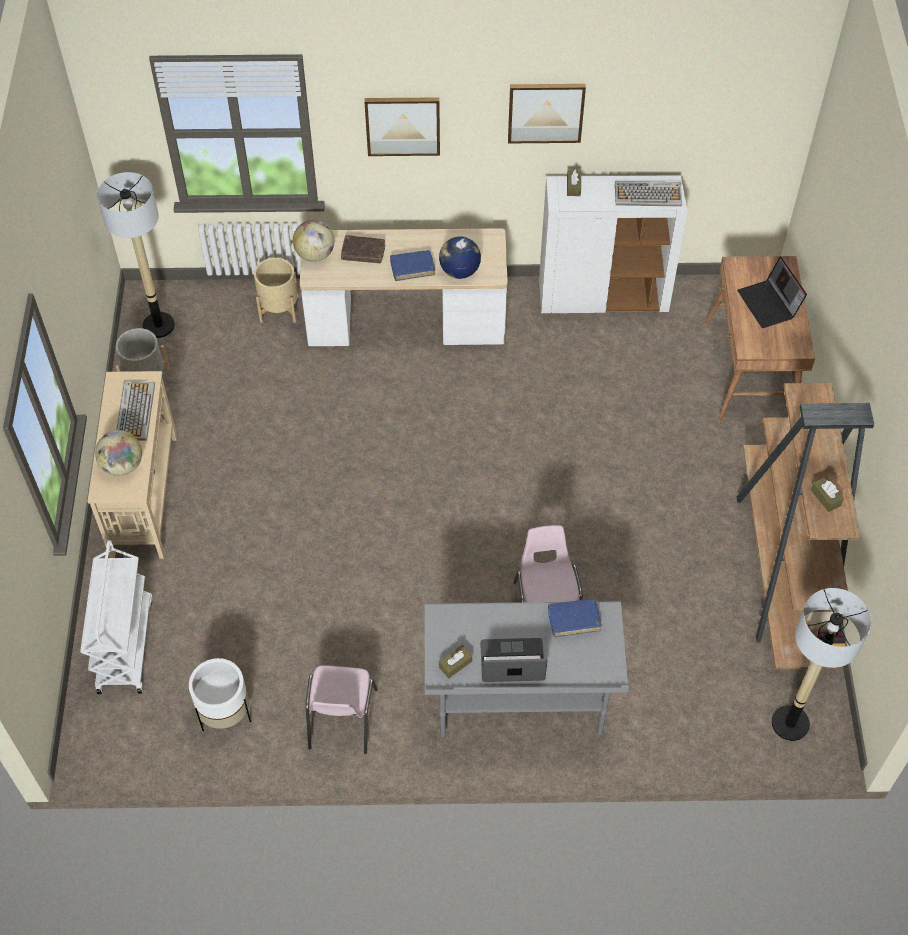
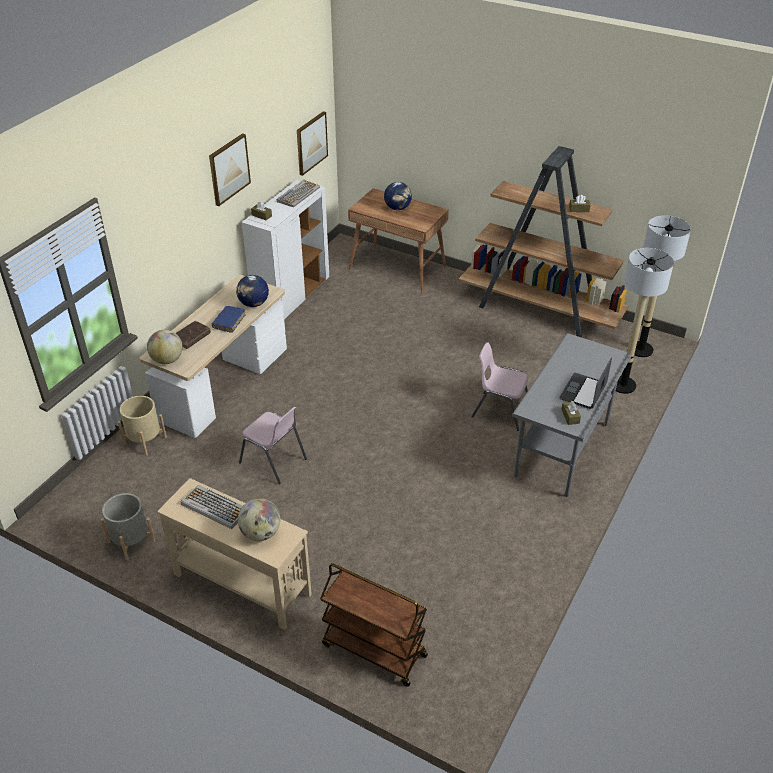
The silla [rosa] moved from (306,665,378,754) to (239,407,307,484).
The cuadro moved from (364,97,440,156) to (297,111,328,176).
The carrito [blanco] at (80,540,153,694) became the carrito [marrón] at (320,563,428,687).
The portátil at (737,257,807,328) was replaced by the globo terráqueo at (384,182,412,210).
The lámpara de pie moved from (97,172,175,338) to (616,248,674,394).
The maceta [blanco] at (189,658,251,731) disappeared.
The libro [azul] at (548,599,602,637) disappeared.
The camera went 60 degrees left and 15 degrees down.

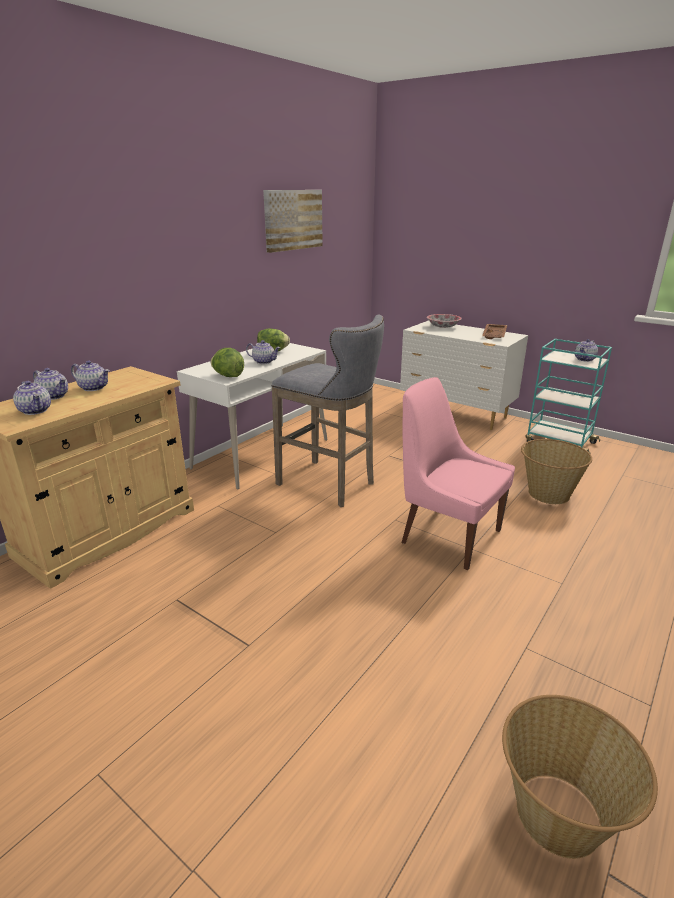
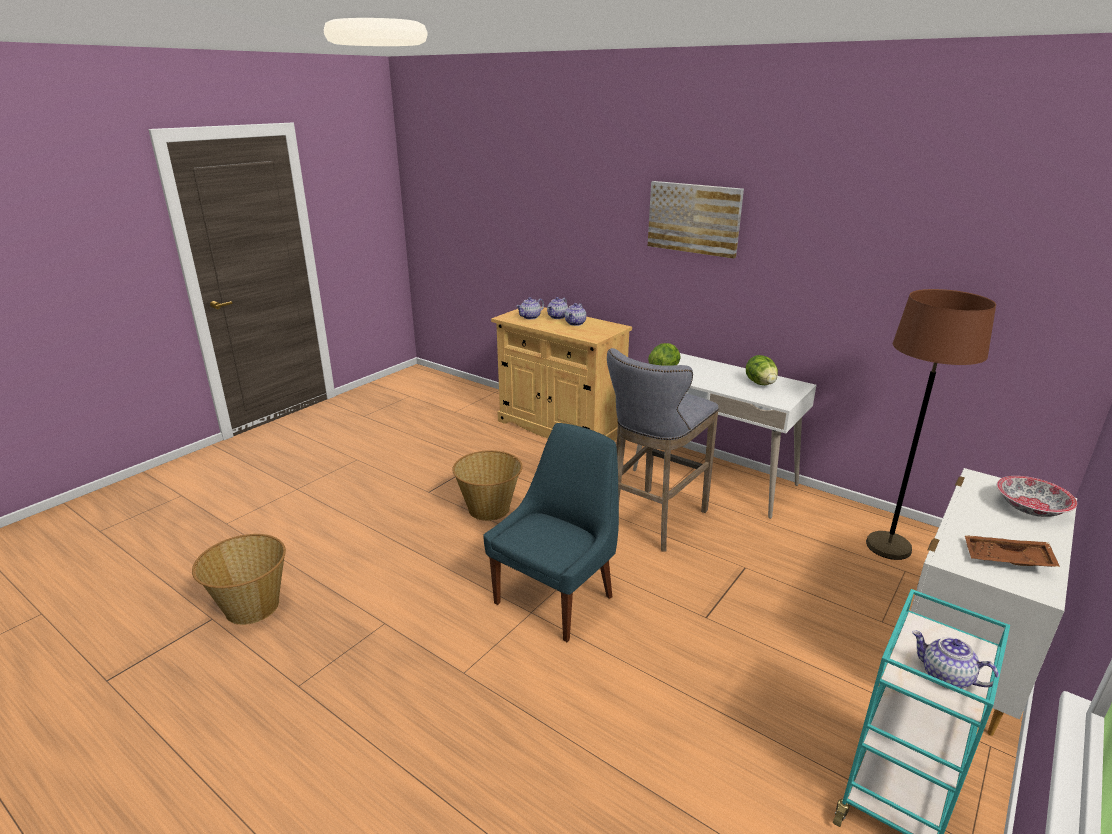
The cesta moved from (521,439,592,504) to (452,450,523,521).
The silla [rosa] at (402,377,515,570) became the silla [azul] at (483,423,619,642).
The cuadro moved from (263,190,323,253) to (648,181,744,259).
The lámpara de pie [marrón] at (866,289,996,560) appeared.
The tetera at (246,340,280,364) disappeared.
The camera went 90 degrees right and 0 degrees up.

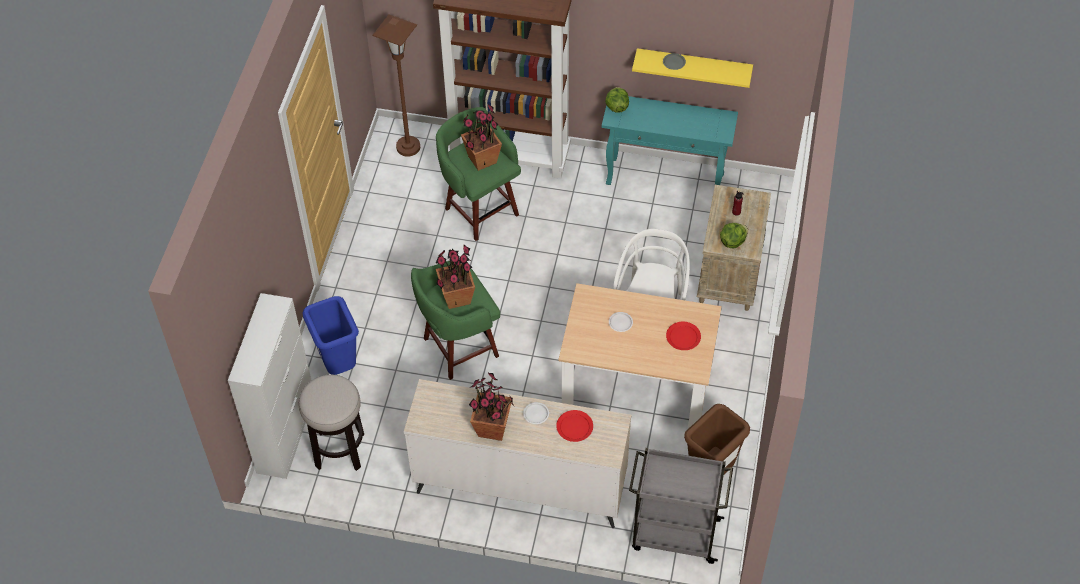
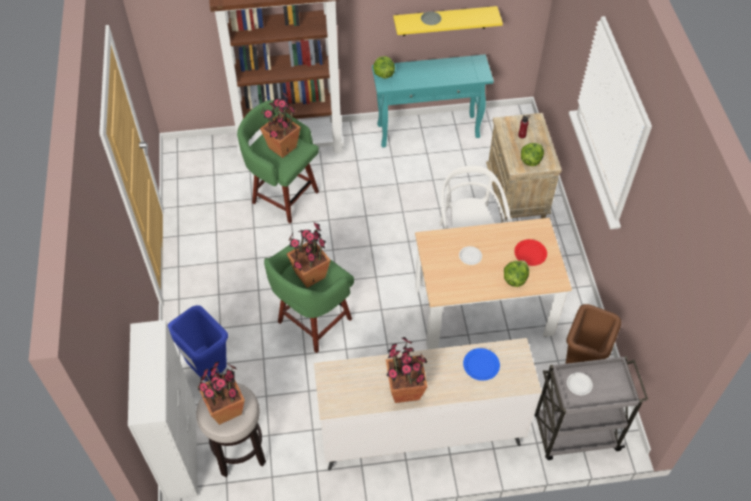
The planta en maceta at (197,362,245,425) appeared.
The plato [rojo] at (556,410,593,442) became the plato [azul] at (463,348,500,381).
The lechuga at (504,260,529,287) appeared.
The plato [blanco] moved from (523,402,549,424) to (567,372,593,395).
The lámpara de pie [marrón] at (372,14,420,157) disappeared.
The camera went 20 degrees left and 0 degrees up.

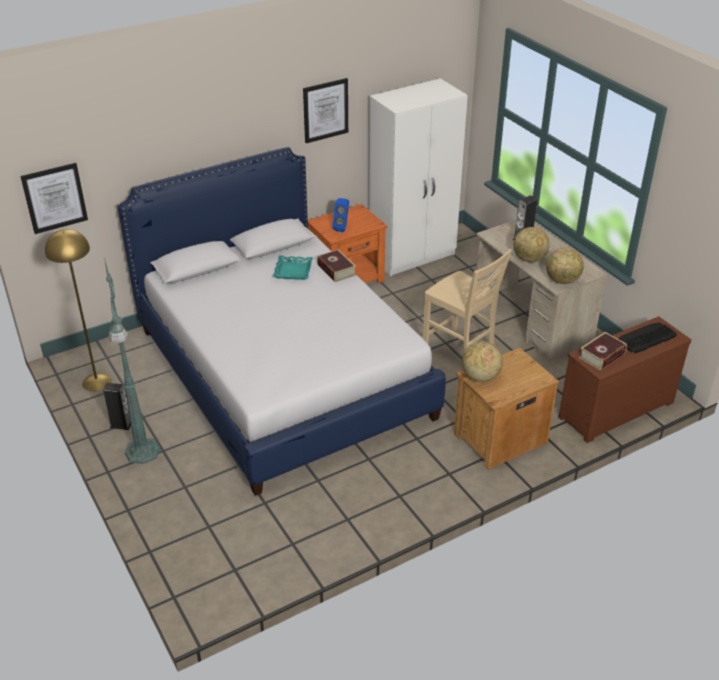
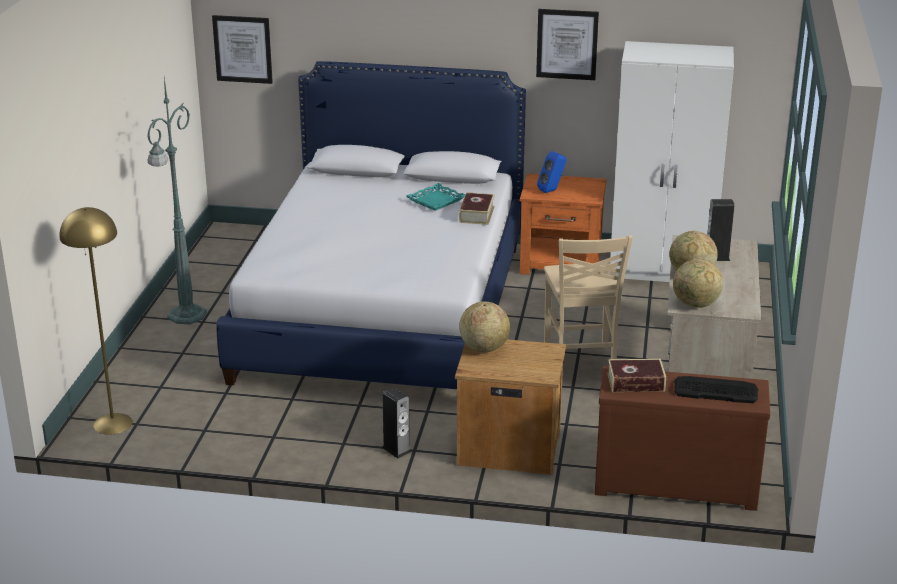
The lámpara de pie [amarillo] moved from (45,229,112,392) to (59,207,133,435).
The altavoz moved from (103,383,131,430) to (382,387,411,458).
The camera went 40 degrees right and 10 degrees down.

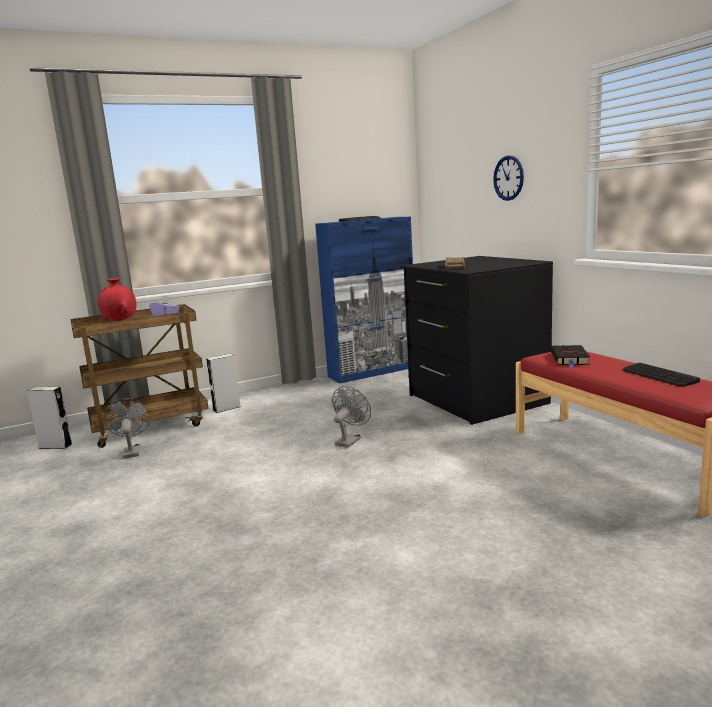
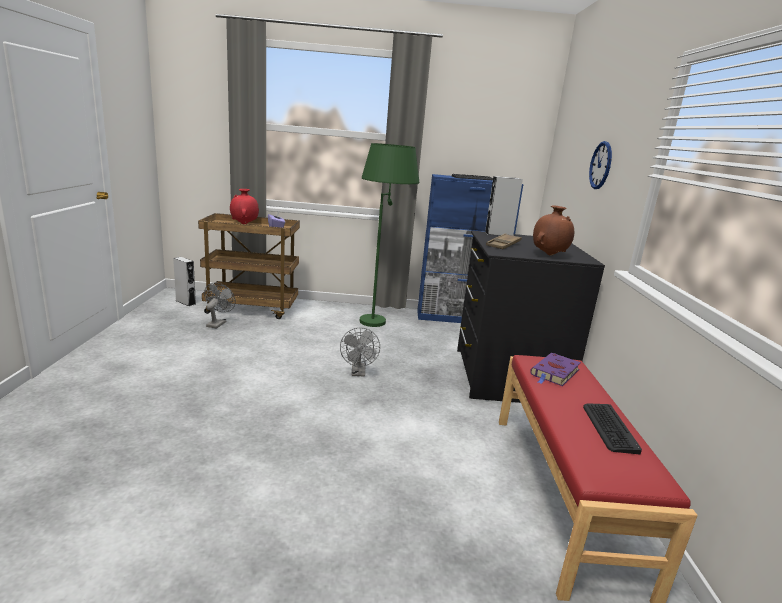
The ventilador [gris] at (332,386,371,448) turned 120 degrees clockwise.
The lámpara de pie [verde] at (360,143,419,327) appeared.
The altavoz [gris] moved from (206,354,241,413) to (485,176,523,236).
The libro [negro] at (550,345,590,368) became the libro [morado] at (530,353,581,386).
The florero [marrón] at (533,205,574,256) appeared.
The camera went 25 degrees right and 5 degrees up.

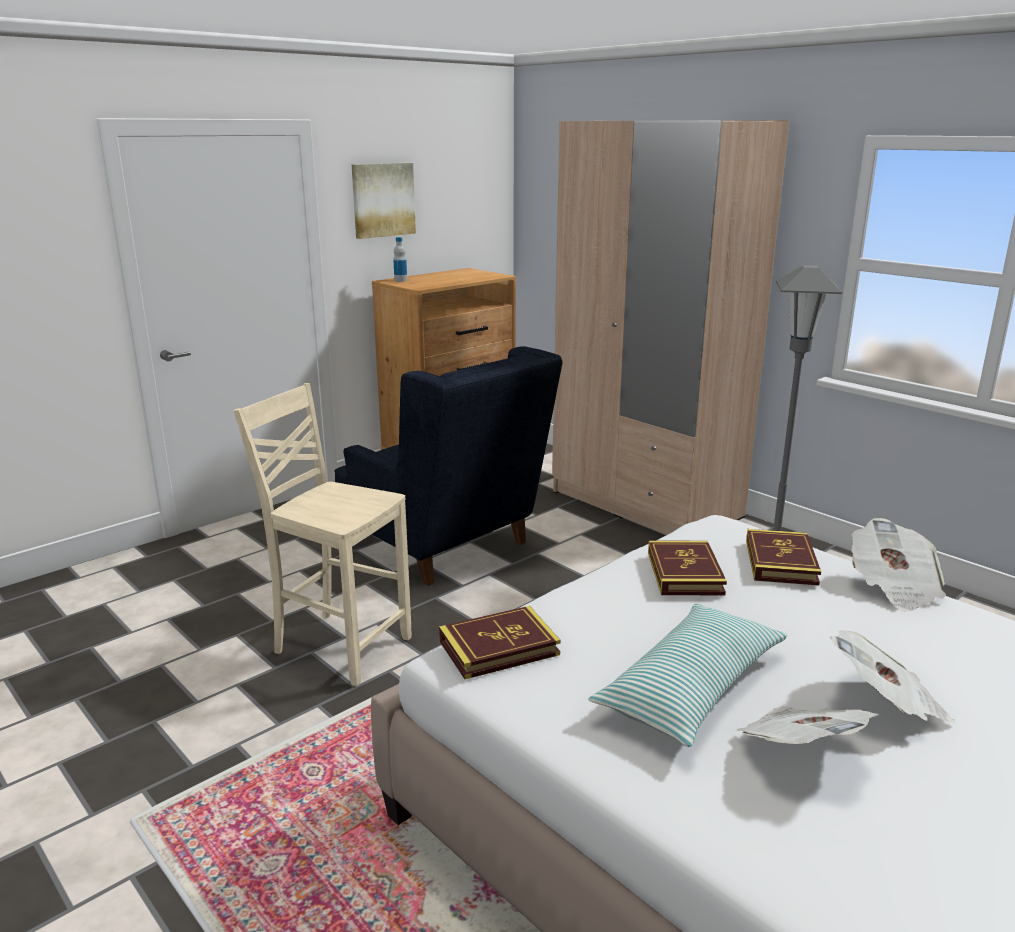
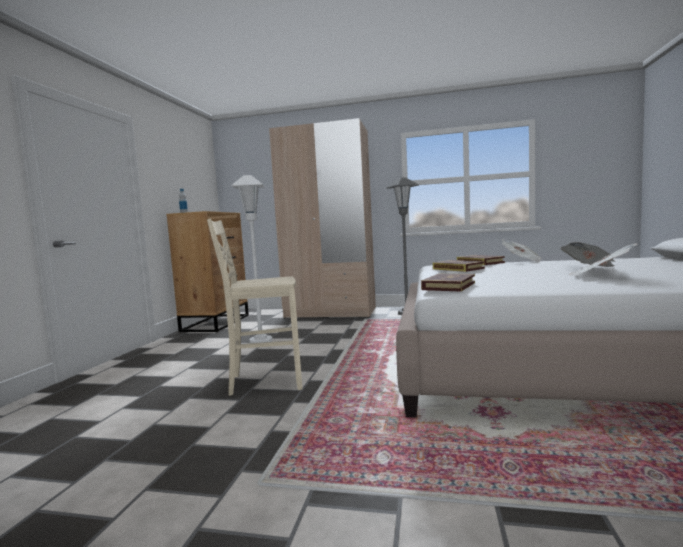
The sillón [azul] at (334,346,562,585) was replaced by the lámpara de pie [blanco] at (231,175,272,343).
The cuadro at (352,163,416,239) disappeared.
The cojín at (588,603,787,747) disappeared.
The camera went 35 degrees left and 15 degrees down.

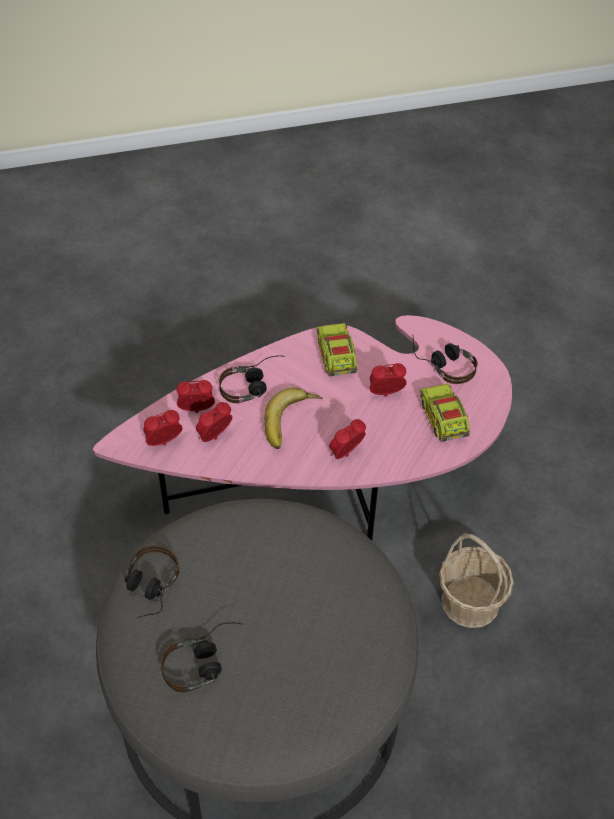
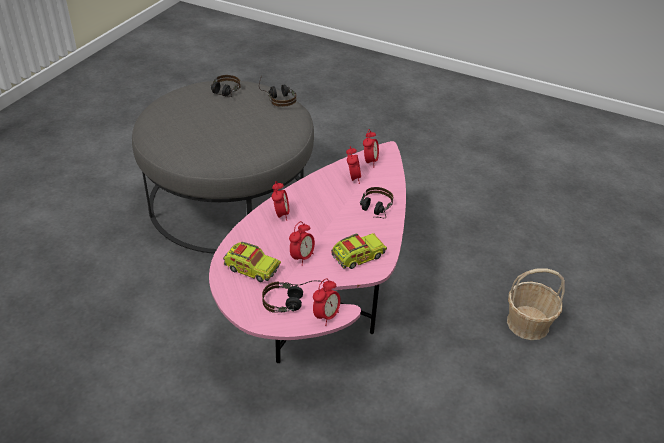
The despertador moved from (177,380,215,413) to (313,278,341,326).
The camión de juguete at (317,323,358,376) turned 60 degrees counterclockwise.
The cesta moved from (439,533,514,628) to (507,268,565,340).
The plátano at (264,387,323,449) disappeared.
The camera went 130 degrees right and 10 degrees down.

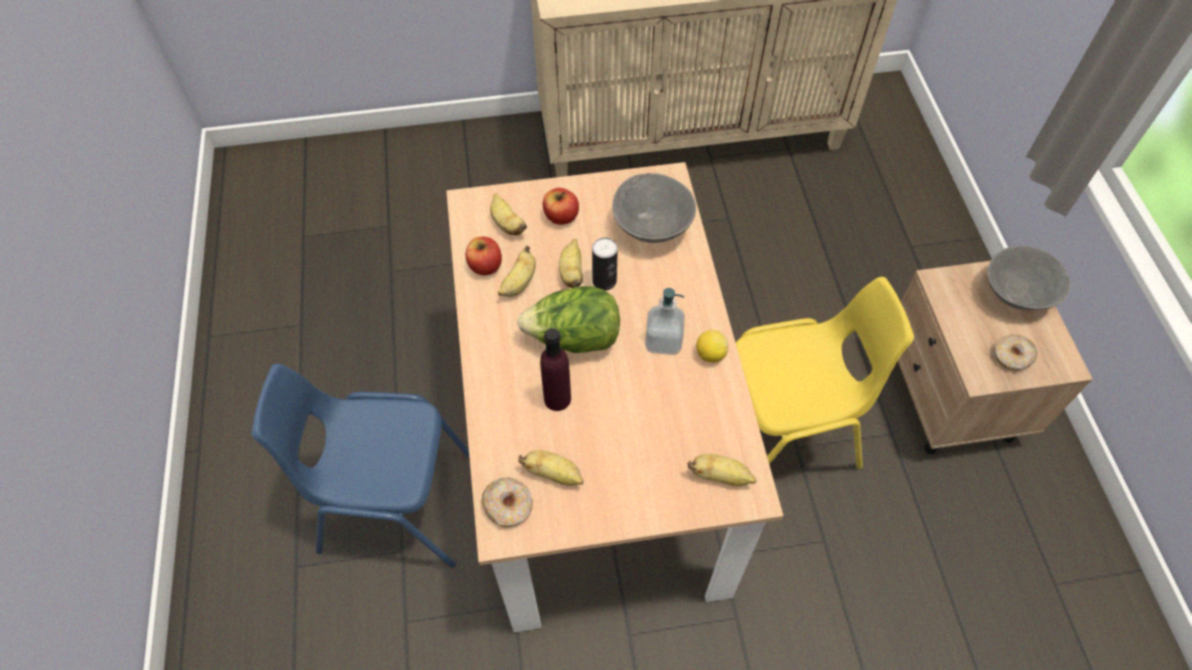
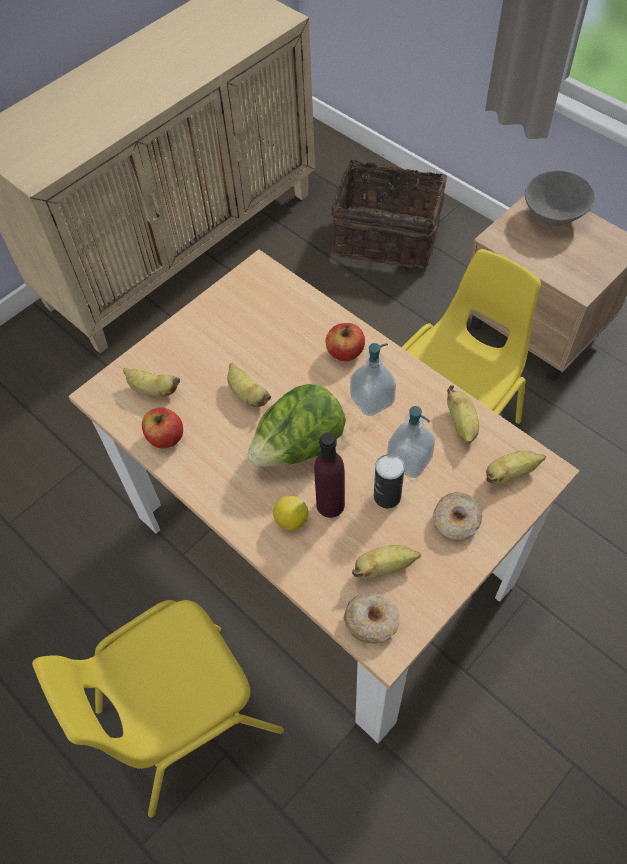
The silla [azul] at (252,364,469,568) became the silla [amarillo] at (32,600,284,818).
The limón moved from (696,330,728,362) to (273,495,309,531).
The manzana moved from (542,188,579,225) to (326,323,365,361).
The cesta at (331,150,447,269) appeared.
The lata moved from (592,238,618,290) to (374,454,405,508).
The dispensador de jabón at (387,406,436,478) appeared.
The rosquilla moved from (994,334,1037,370) to (432,492,482,541).
The plátano moved from (498,245,536,297) to (447,385,479,445).
The cuenco [gris] at (612,173,696,243) disappeared.
The camera went 35 degrees left and 0 degrees up.

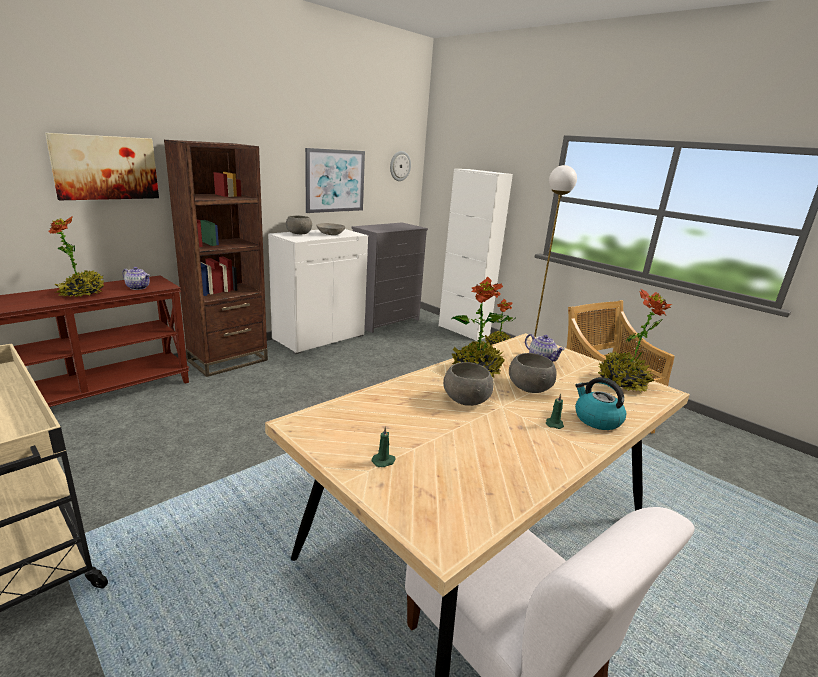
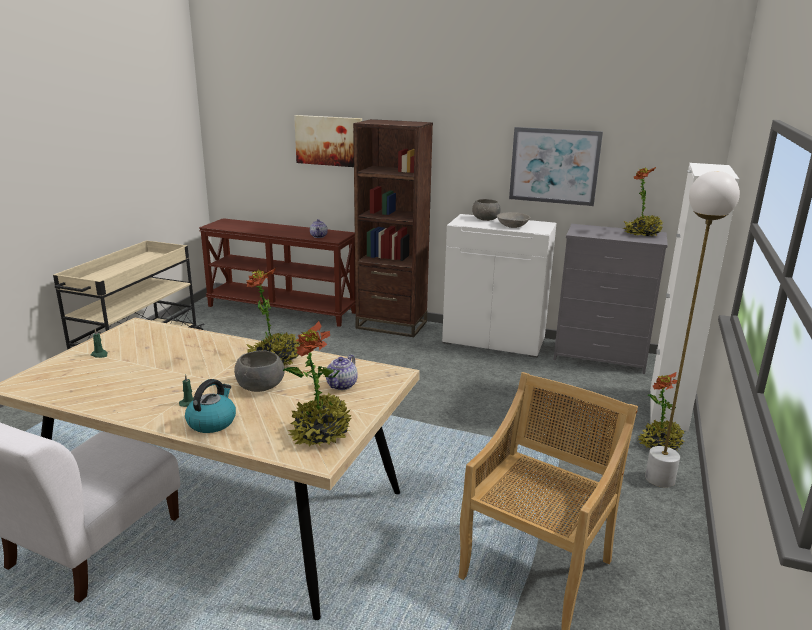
The planta en maceta moved from (48,216,104,297) to (622,167,664,236).
The reloj de pared at (390,151,411,181) disappeared.
The cuenco [gris] at (443,362,494,406) disappeared.
The camera went 65 degrees right and 0 degrees up.

